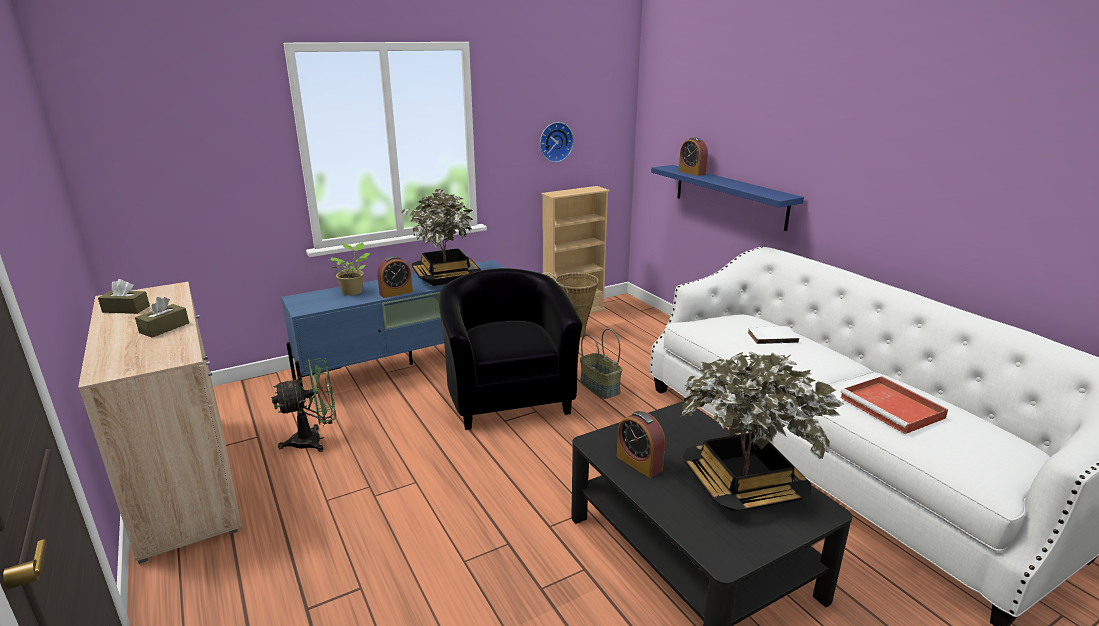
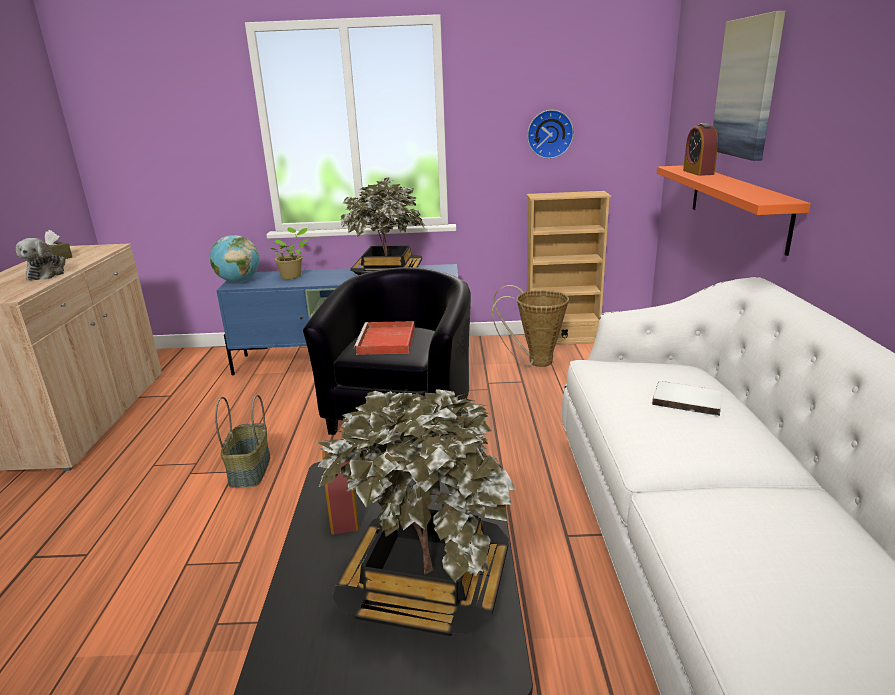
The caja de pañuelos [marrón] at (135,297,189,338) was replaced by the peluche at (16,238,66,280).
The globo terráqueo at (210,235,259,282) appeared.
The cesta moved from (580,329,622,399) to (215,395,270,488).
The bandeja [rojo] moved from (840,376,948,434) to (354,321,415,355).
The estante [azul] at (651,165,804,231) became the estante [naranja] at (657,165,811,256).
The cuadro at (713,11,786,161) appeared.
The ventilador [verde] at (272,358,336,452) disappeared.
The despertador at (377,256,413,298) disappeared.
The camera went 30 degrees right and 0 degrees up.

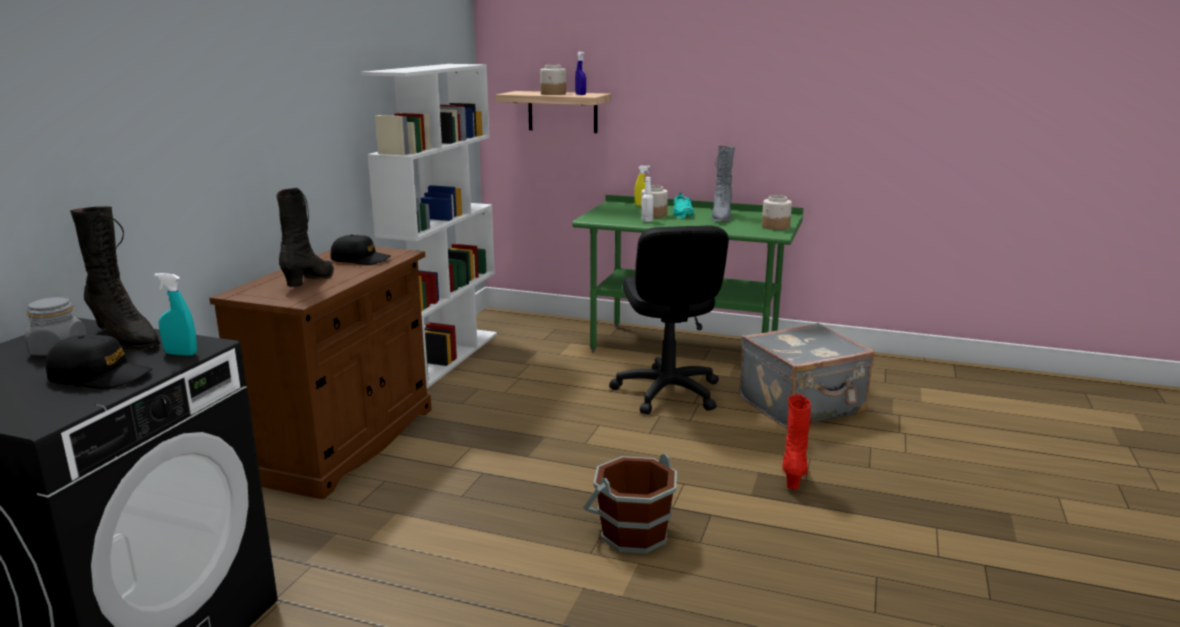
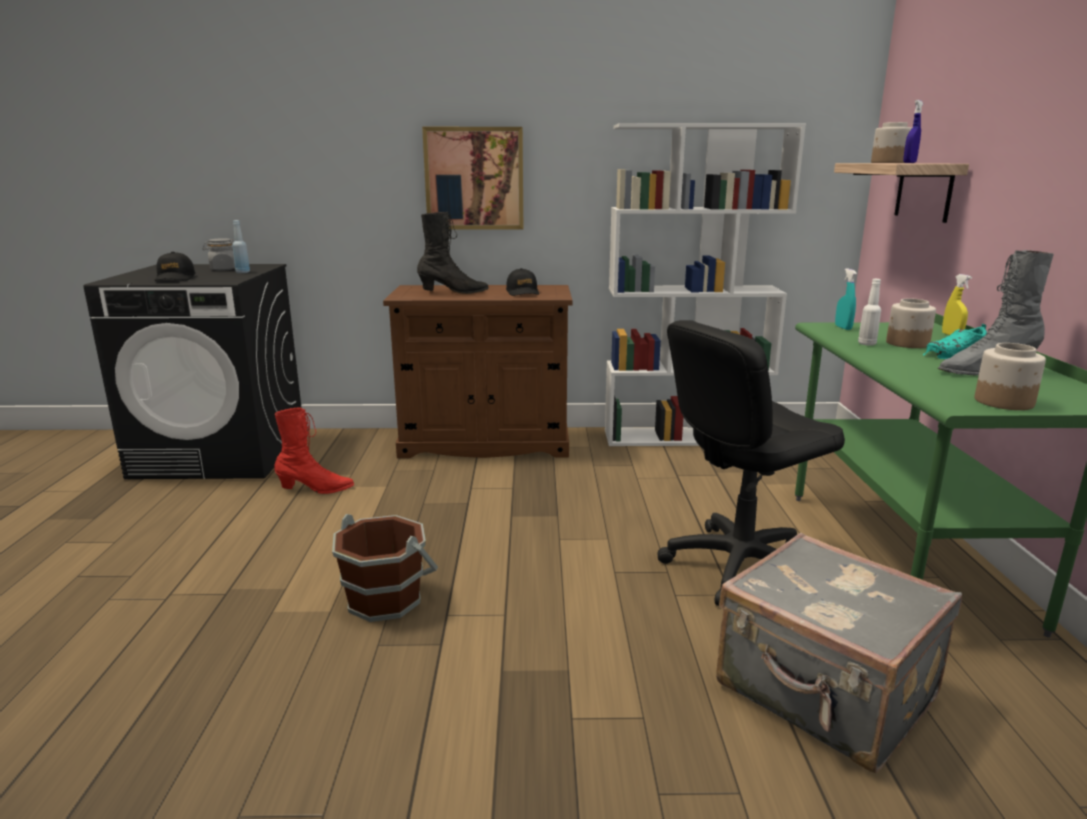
The bota [negro] at (70,206,160,350) was replaced by the botella [azul] at (232,220,250,273).
The bota [rojo] moved from (782,394,812,490) to (274,407,354,494).
The cuadro at (422,127,523,230) appeared.
The pulverizador [turquesa] moved from (154,273,197,356) to (835,268,857,330).
The camera went 70 degrees right and 0 degrees up.

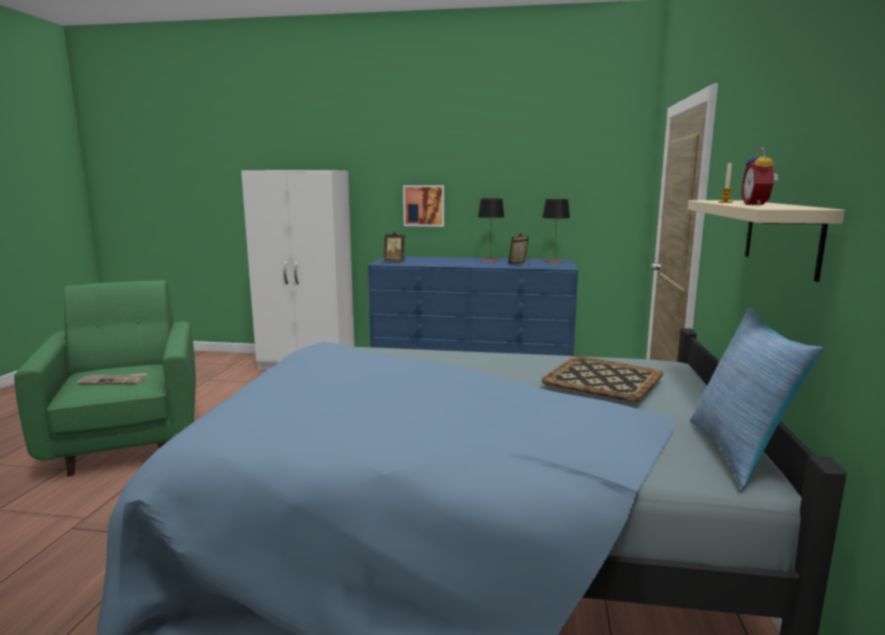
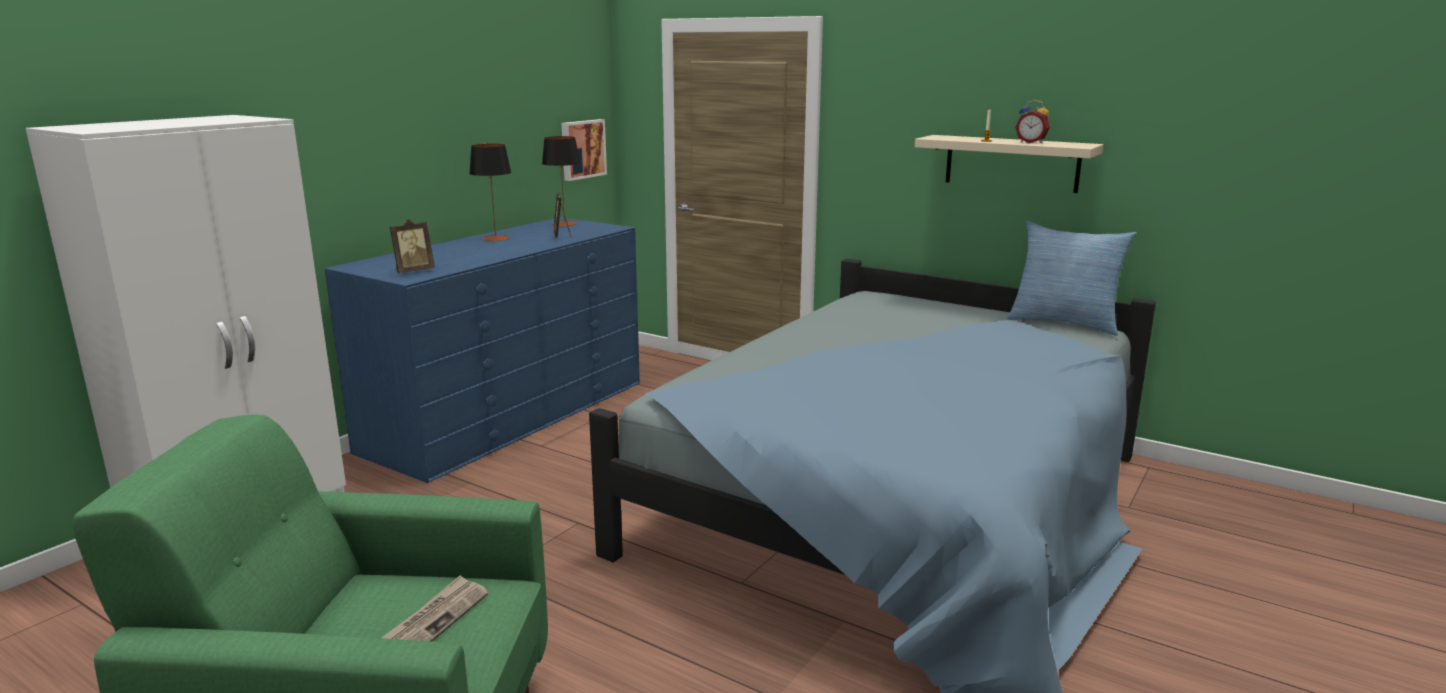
The cuadro moved from (403,185,444,227) to (561,119,607,181).
The bandeja at (541,356,663,402) disappeared.
The camera went 65 degrees left and 5 degrees up.

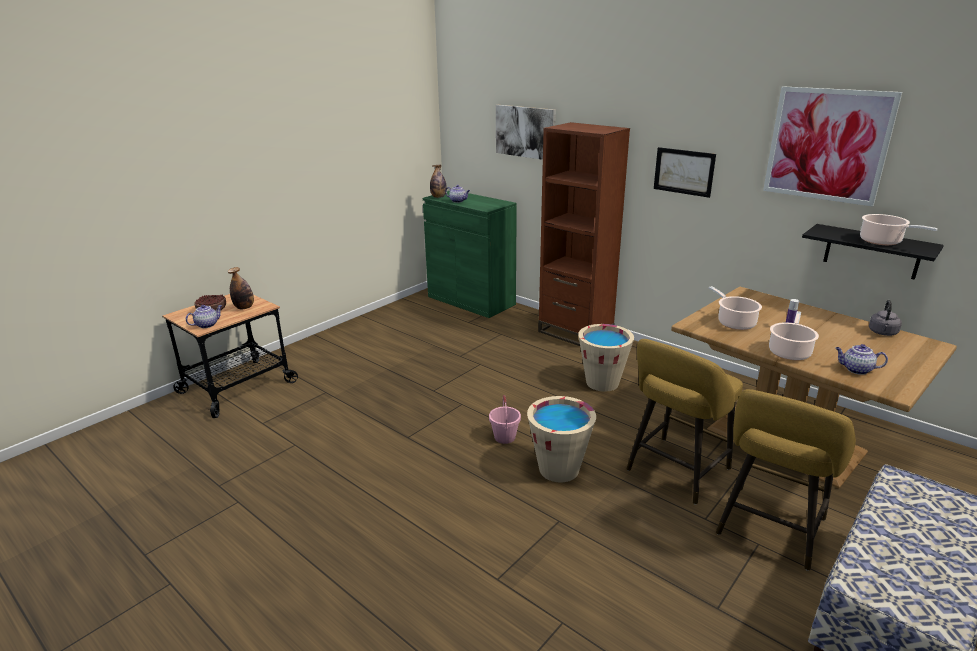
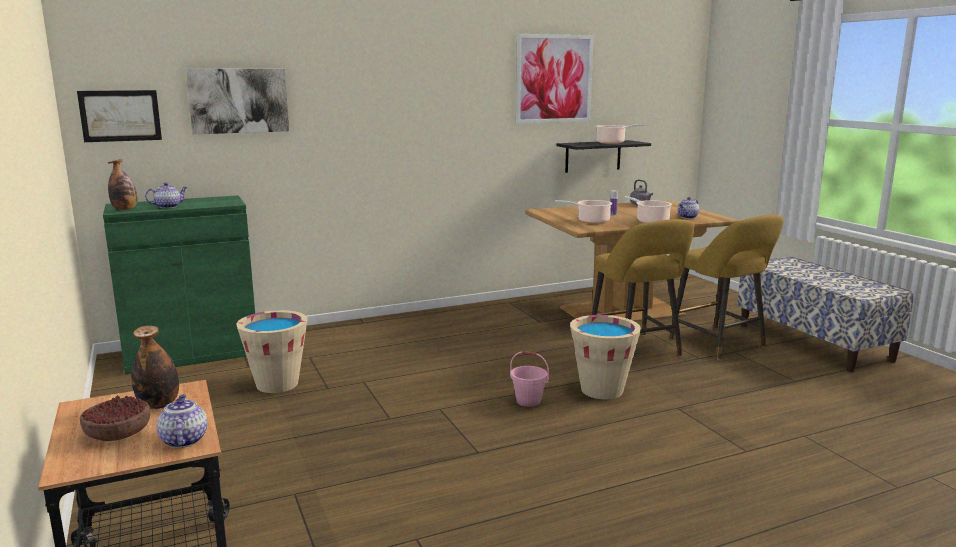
The cuadro moved from (654,147,716,198) to (77,90,162,142).
The cubo [beis] moved from (578,324,634,392) to (236,310,307,393).
The estantería [marrón] at (538,122,630,346) disappeared.
The camera went 65 degrees left and 10 degrees down.

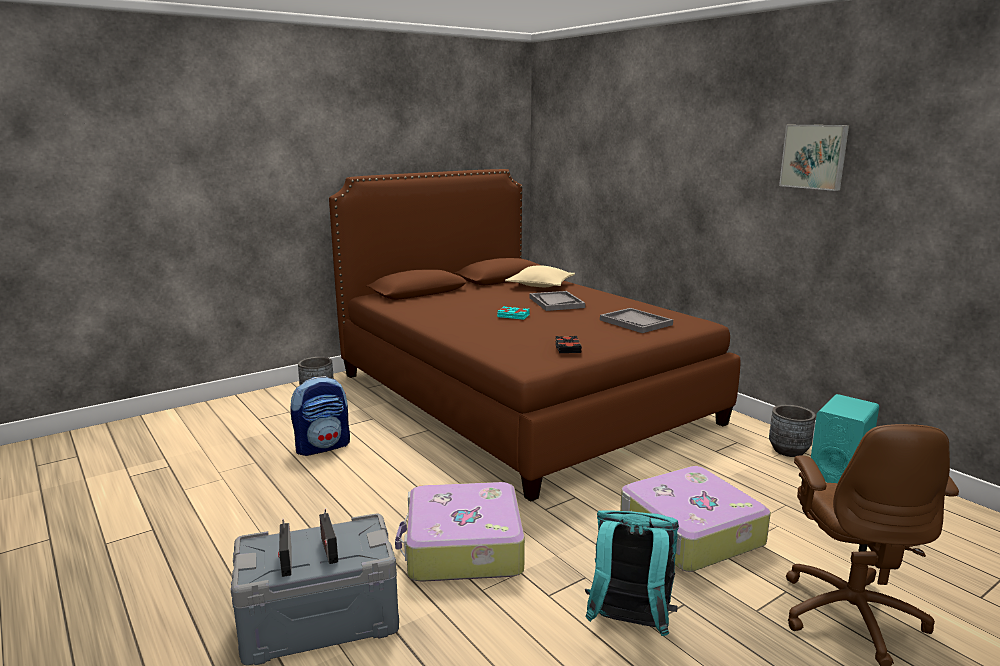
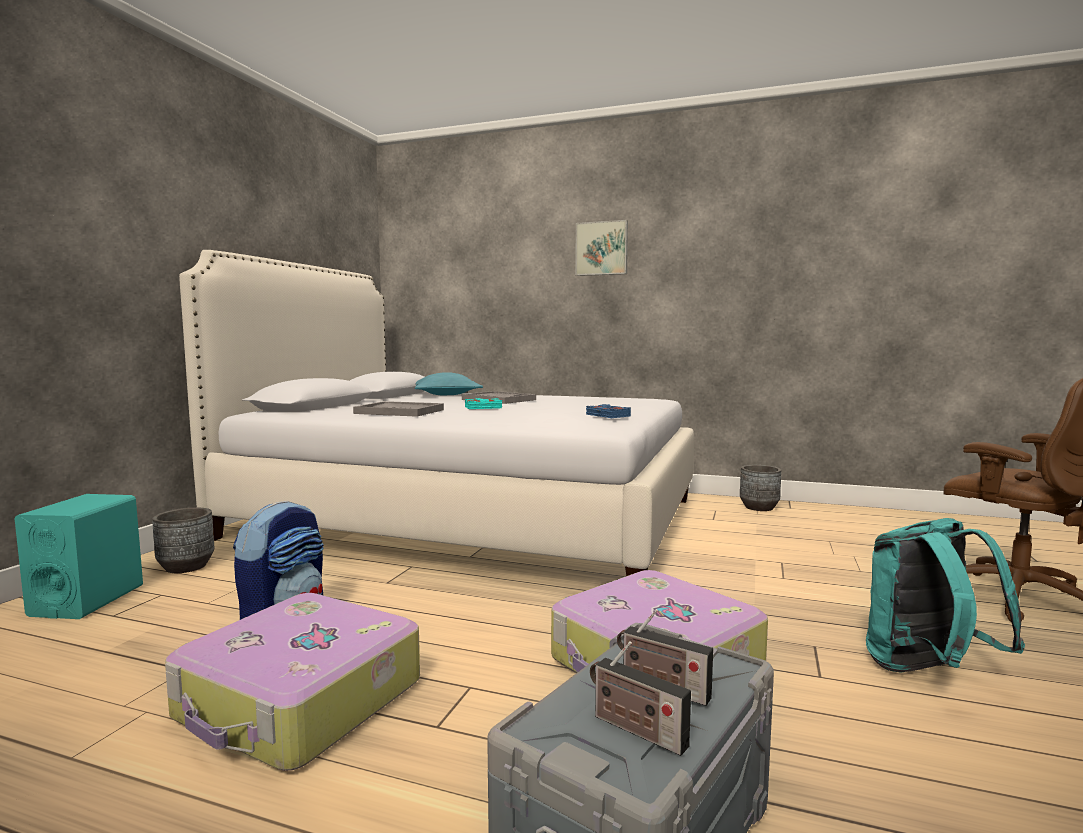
The altavoz [turquesa] moved from (811,394,879,483) to (15,494,143,619).
The maleta moved from (620,466,771,572) to (165,593,420,771).
The cama [marrón] at (329,169,740,502) became the cama [blanco] at (179,250,694,576).
The bandeja [gris] moved from (600,308,673,333) to (353,401,444,417).
The cojín [beis] at (505,265,575,287) became the cojín [turquesa] at (415,372,483,395).
The cuadro moved from (779,125,849,191) to (575,220,628,276).
The libro [negro] at (555,336,582,353) became the libro [azul] at (586,404,631,418).
The camera went 35 degrees left and 10 degrees down.

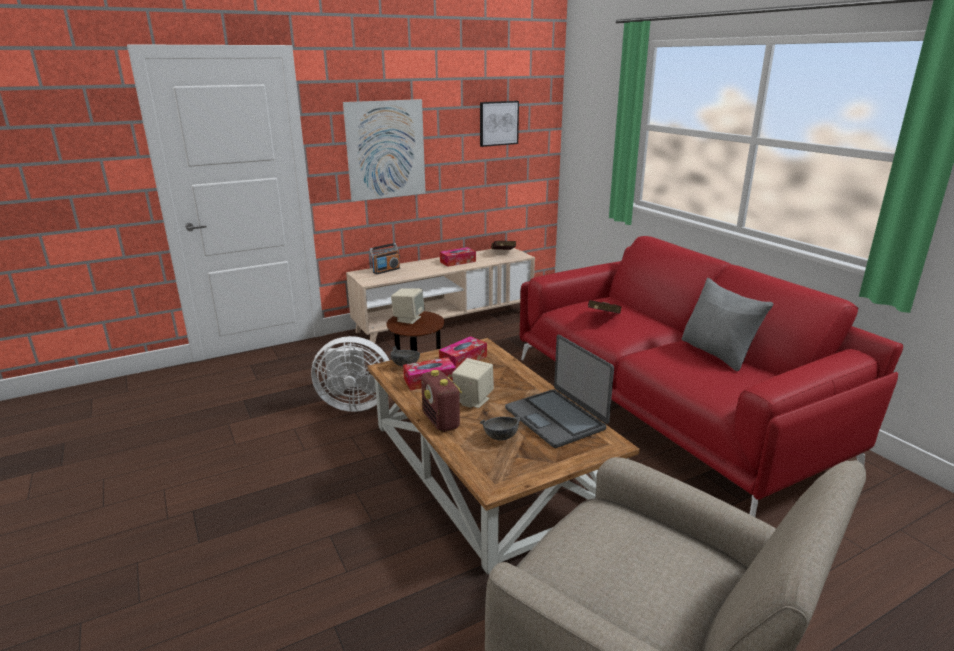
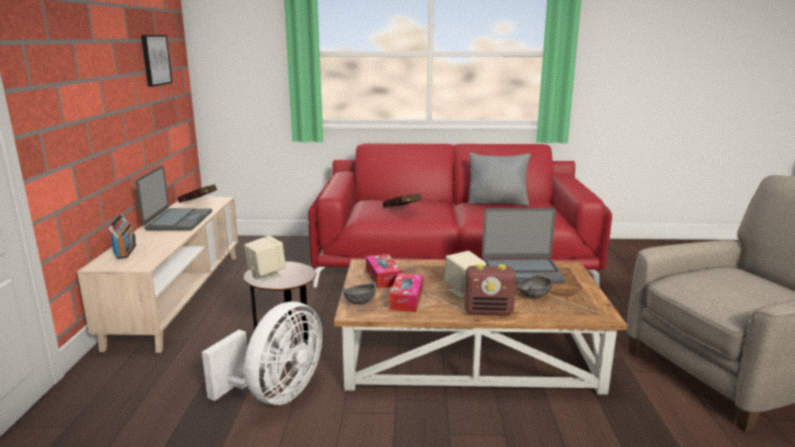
The caja de pañuelos at (440,247,476,267) was replaced by the portátil at (136,165,212,230).
The cuadro at (343,99,426,202) disappeared.
The camera went 60 degrees left and 5 degrees down.

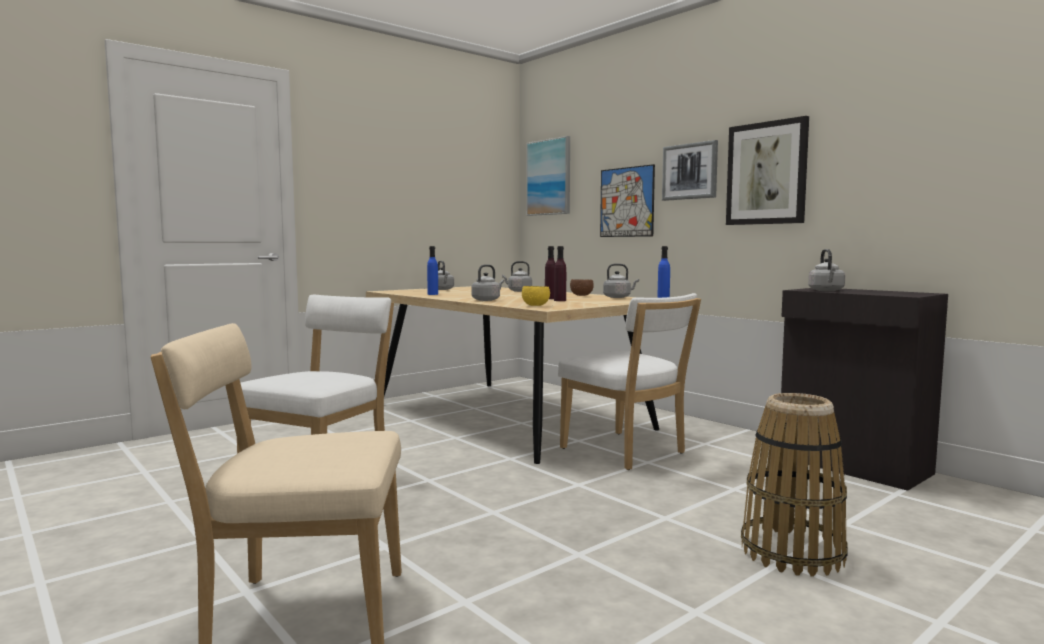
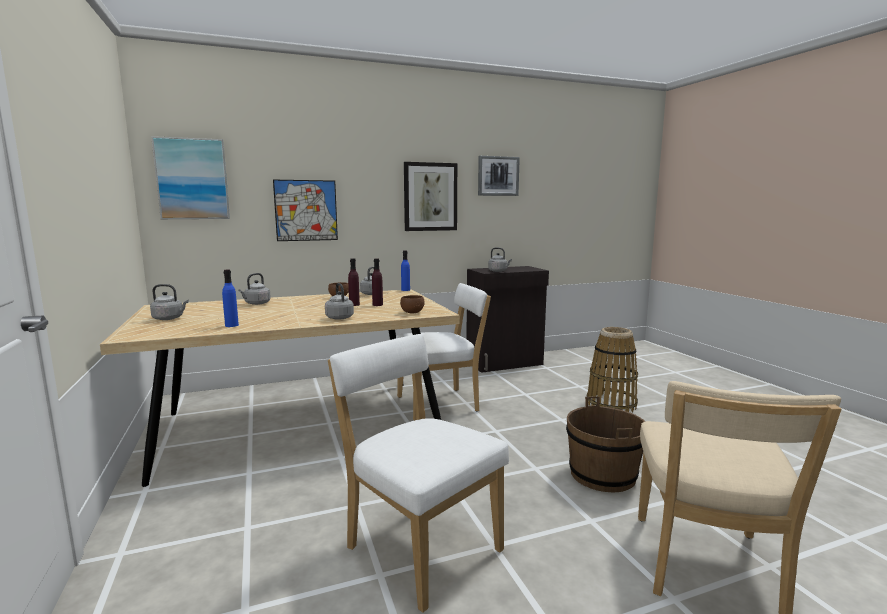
The cuenco [amarillo] at (522,286,550,306) became the cuenco [marrón] at (400,295,425,314).
The cuadro moved from (662,140,718,201) to (478,156,520,196).
The cubo [marrón] at (566,396,645,492) appeared.
The camera went 70 degrees left and 5 degrees up.

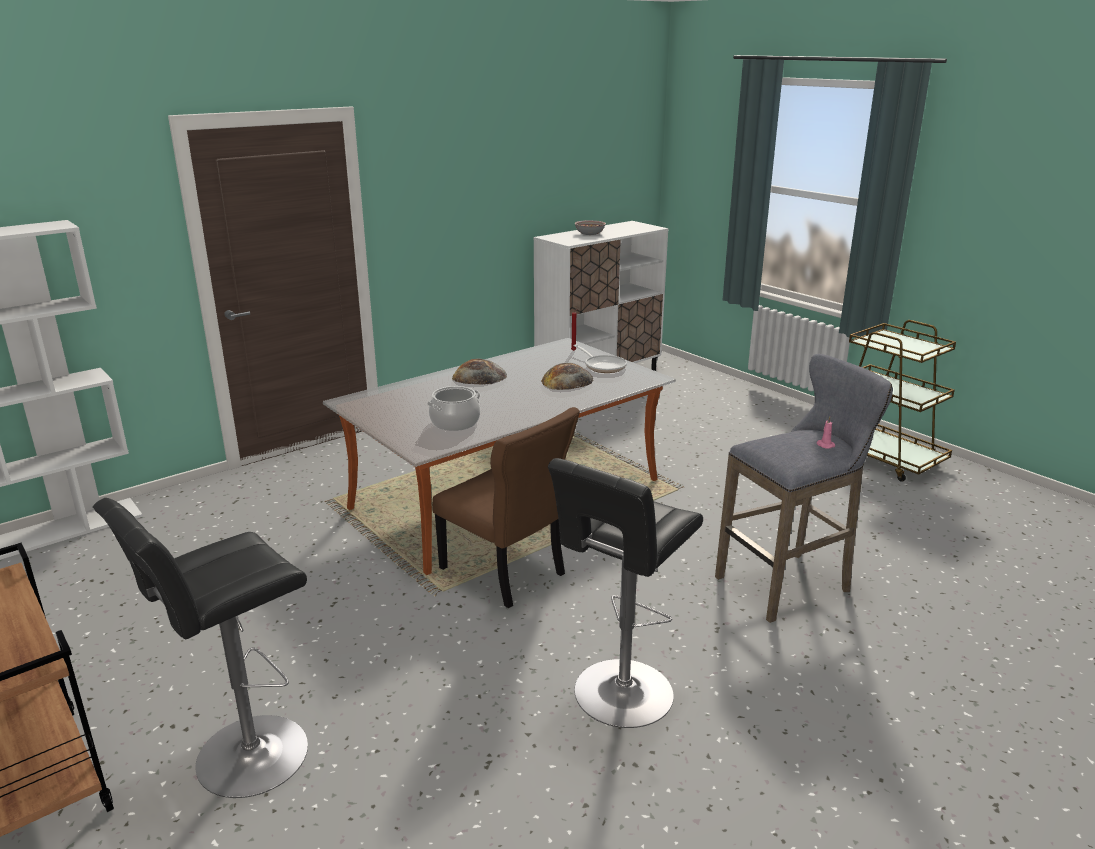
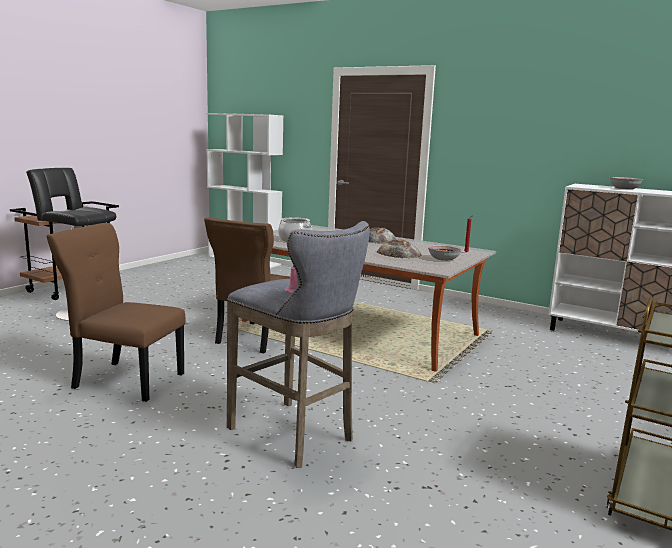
The taburete [negro] at (548,458,703,728) was replaced by the silla [marrón] at (46,223,186,402).
The sartén at (573,344,627,373) was replaced by the cuenco at (428,245,462,261).
The camera went 70 degrees right and 10 degrees down.

